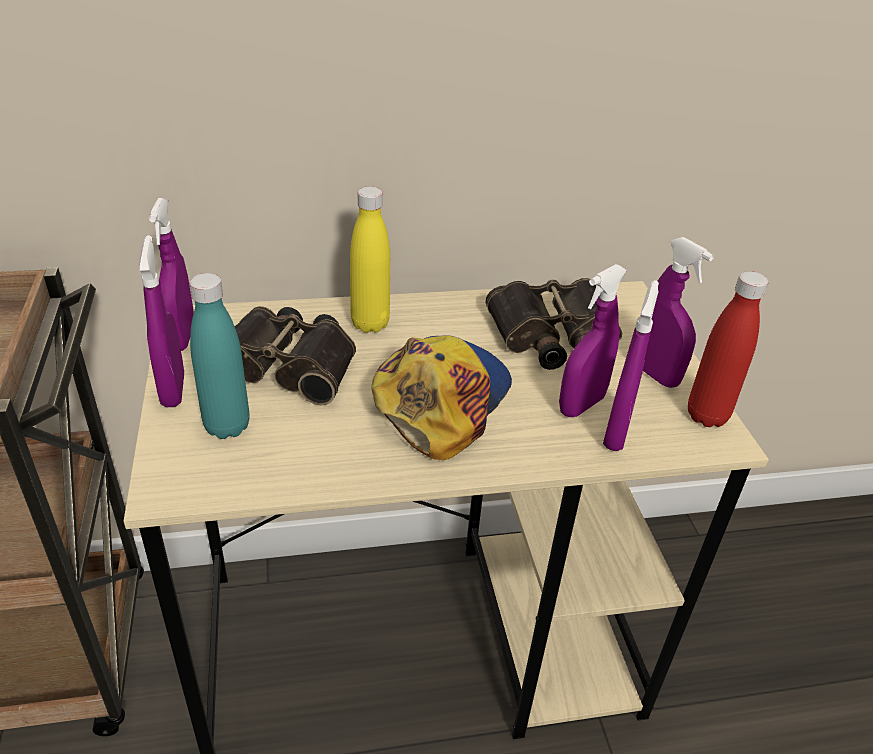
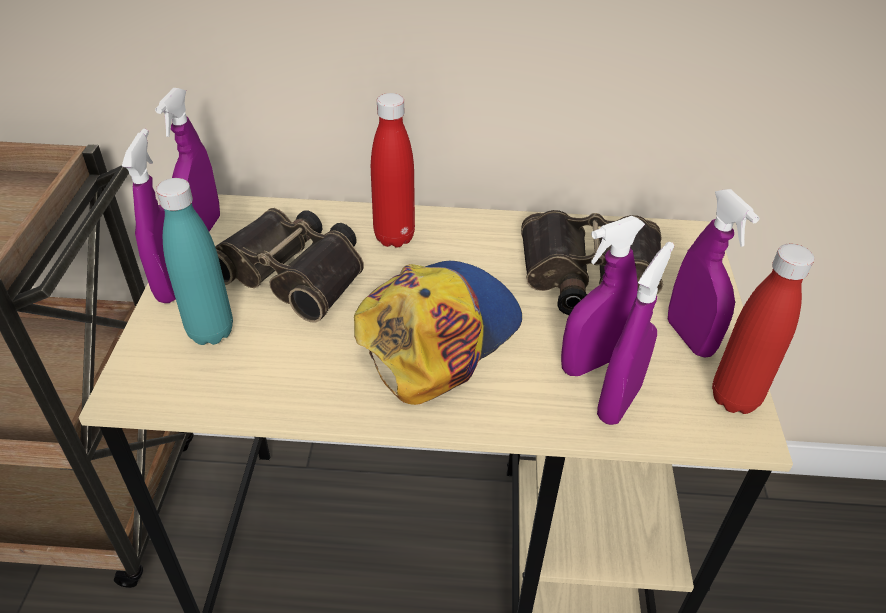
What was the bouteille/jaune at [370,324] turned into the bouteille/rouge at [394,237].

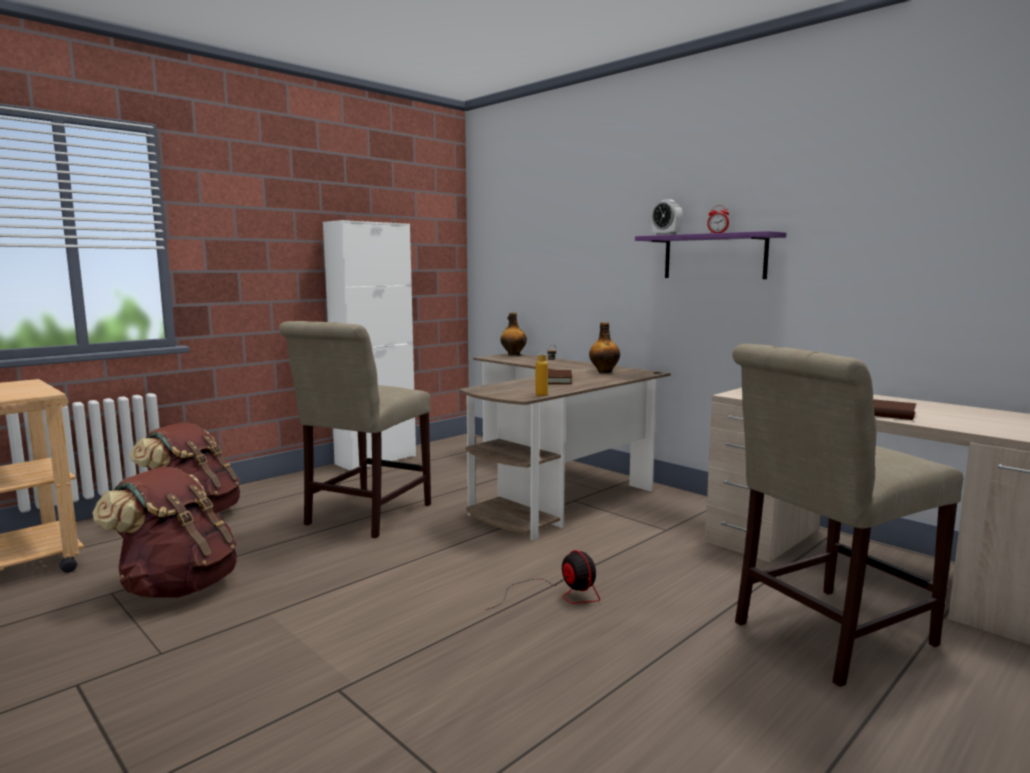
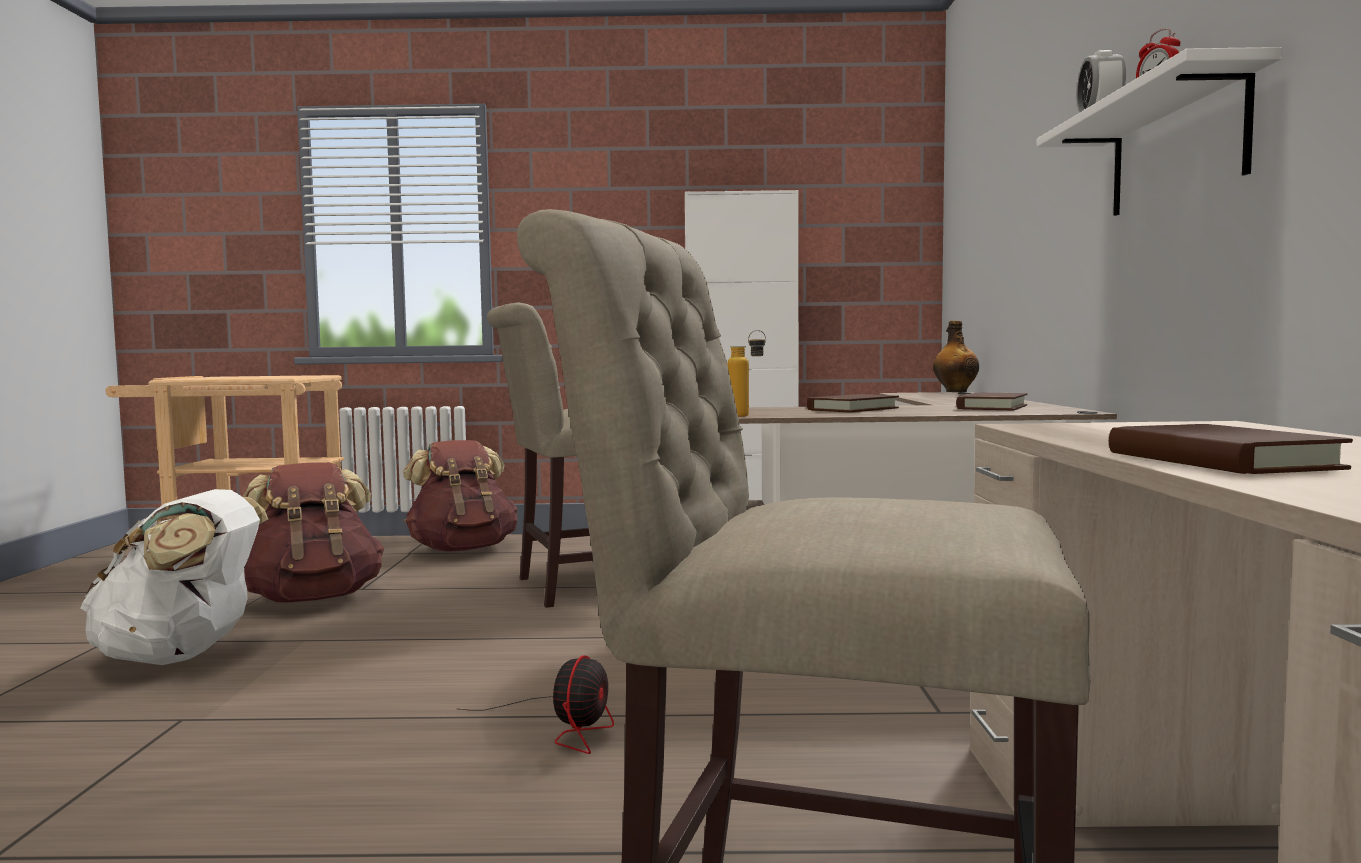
The second view gained the sac à dos/blanc at [182,656].
Where the bouteille stood at [604,371], the livre/marron came to stand at [992,407].
What was the étagère/violet at [714,256] turned into the étagère/blanc at [1176,149].

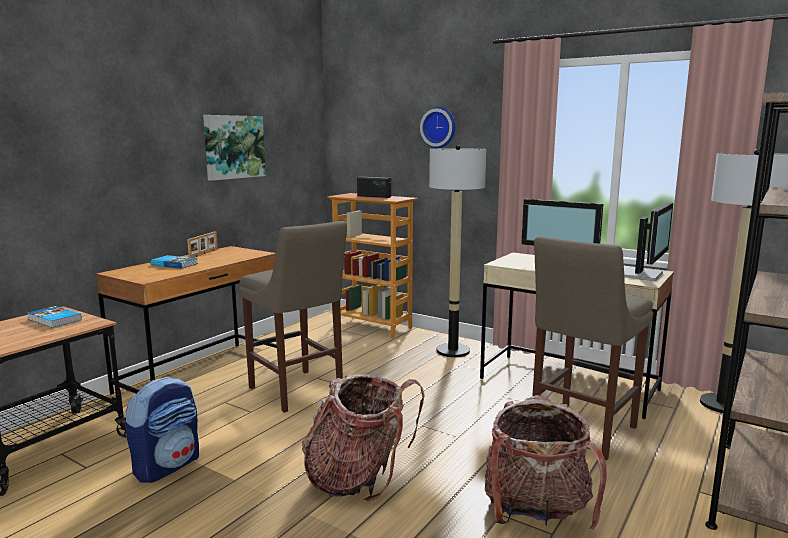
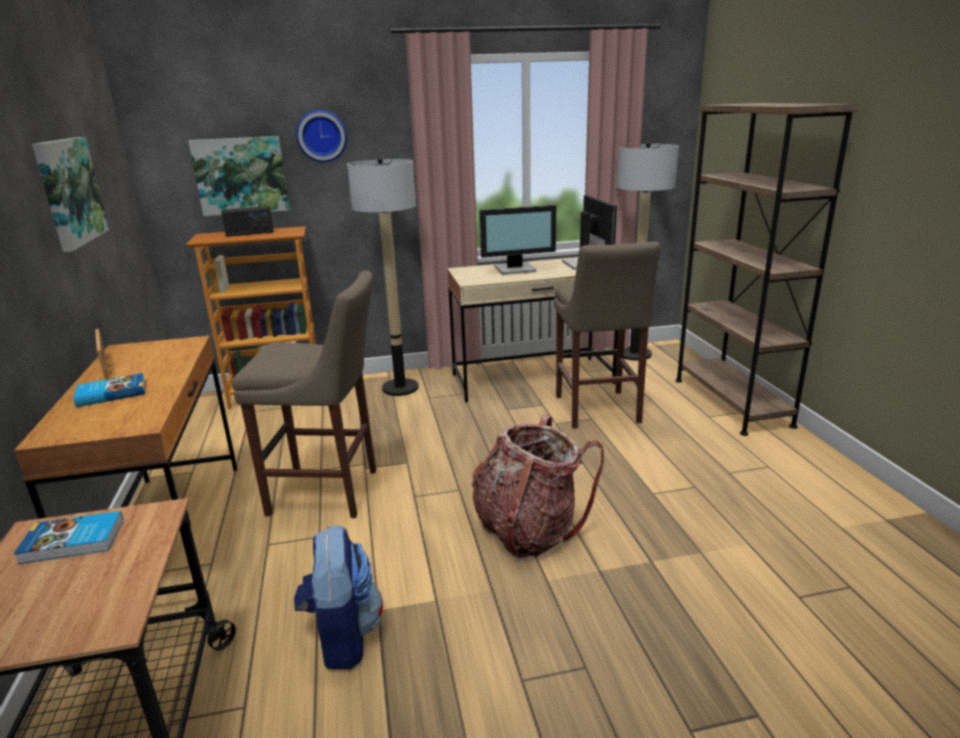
The second view lost the sac à dos at [536,512].
The second view gained the tableau at [241,175].

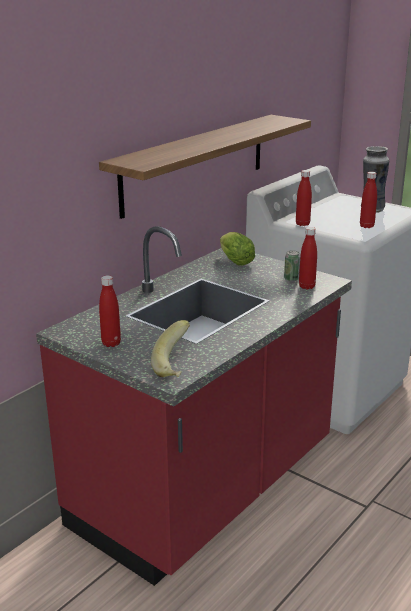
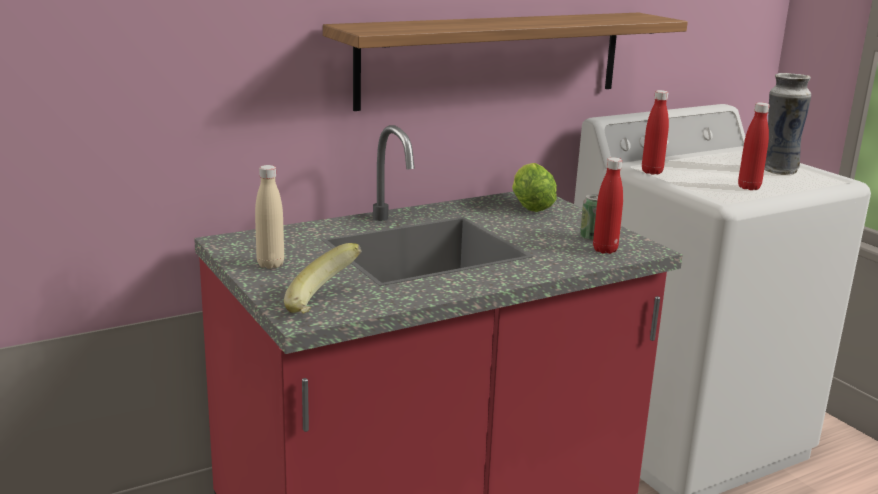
What was the bouteille/rouge at [111,343] turned into the bouteille/beige at [270,264].

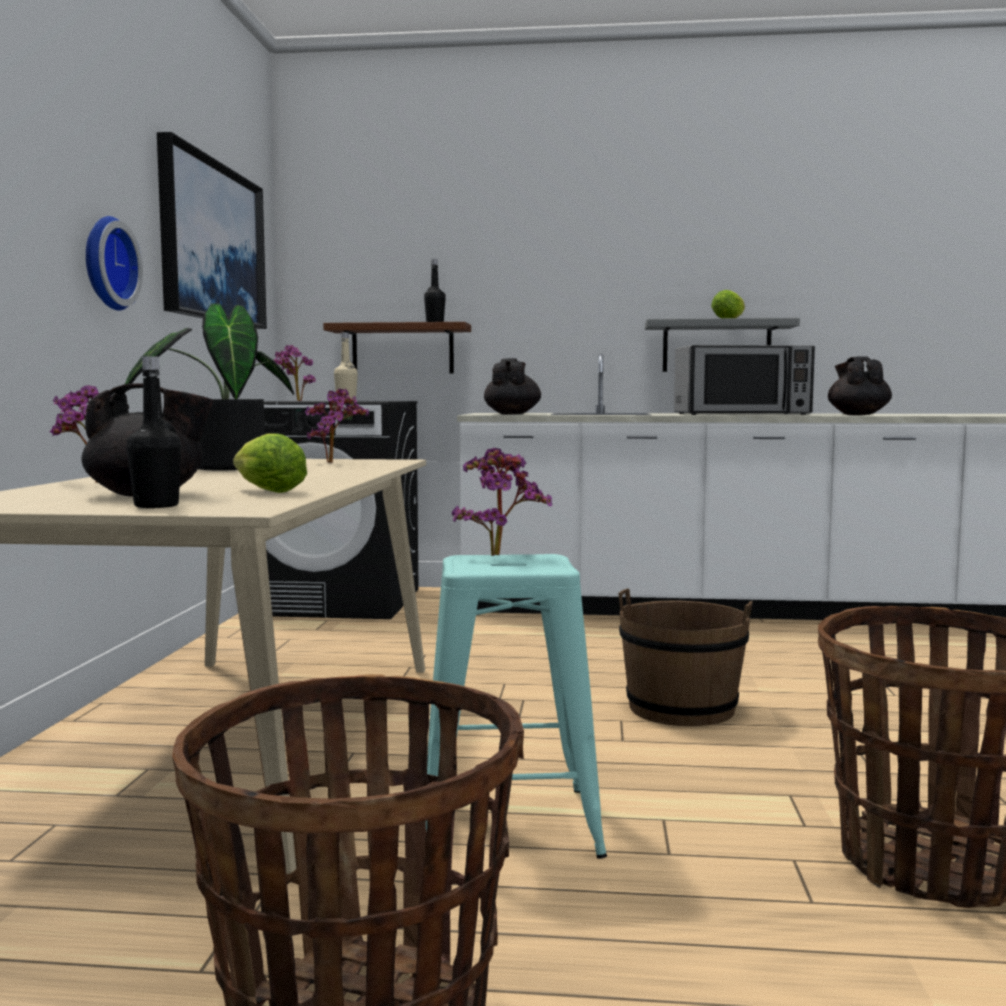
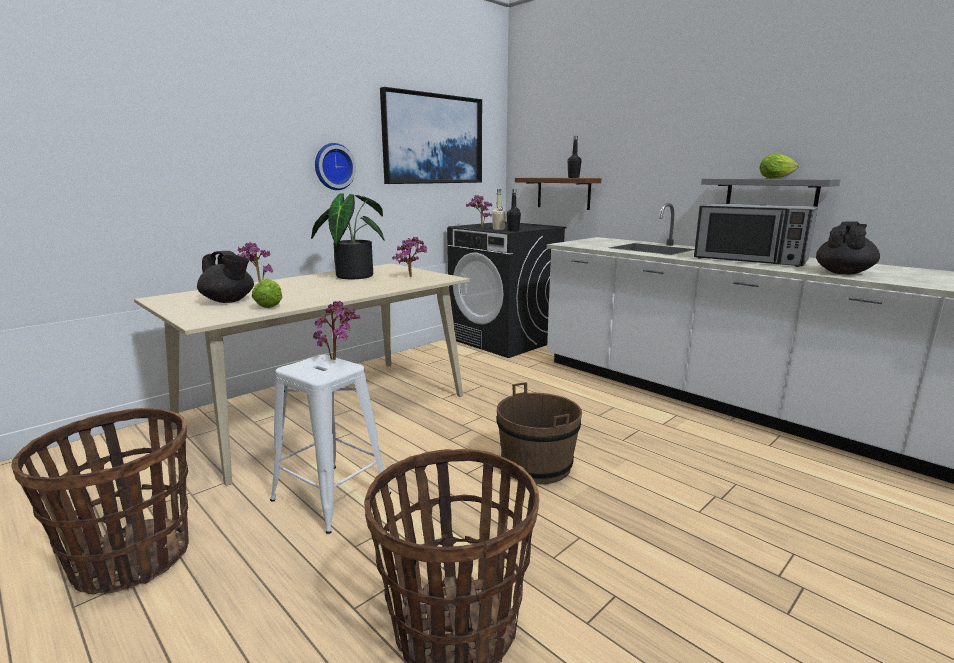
The second view lost the théière/noir at [512,414].
The bouteille/noir ended up elsewhere, having gone from [156,506] to [513,231].
What was the tabouret/turquoise at [508,824] turned into the tabouret/blanc at [331,497].

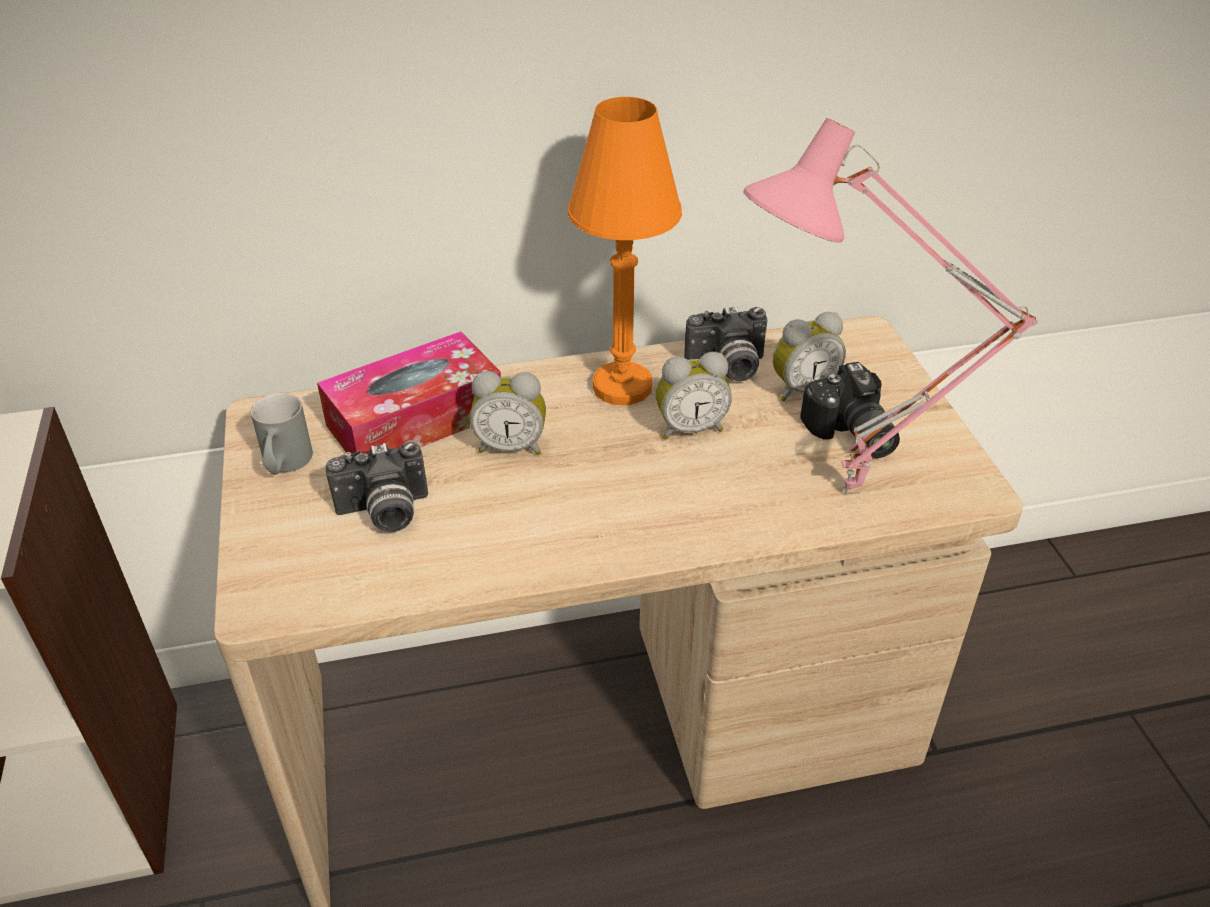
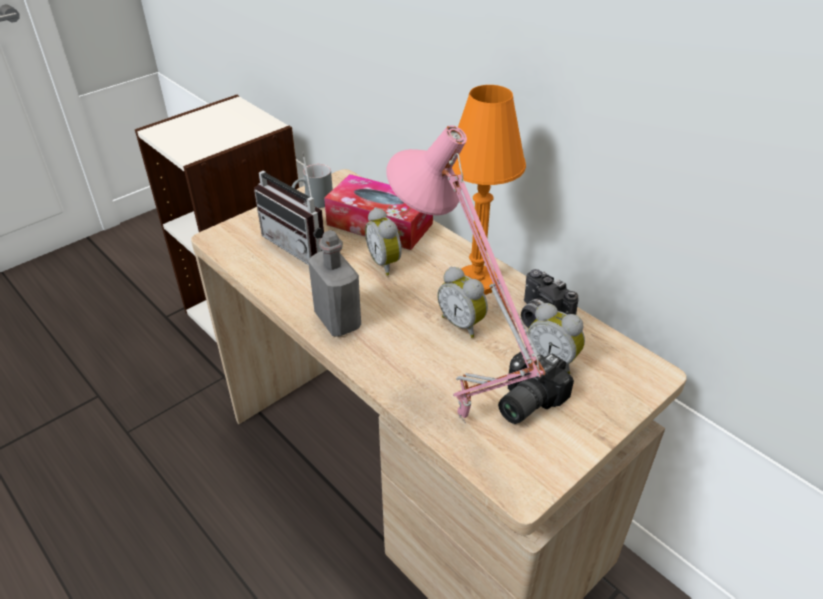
The second view gained the bouteille/gris at [337,320].
Where the appareil photo stood at [384,513], the radio came to stand at [302,245].

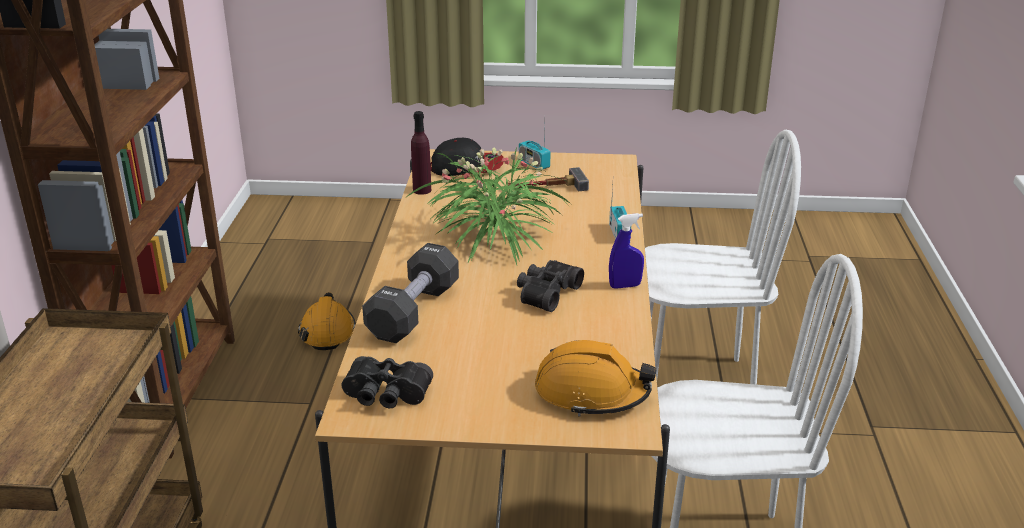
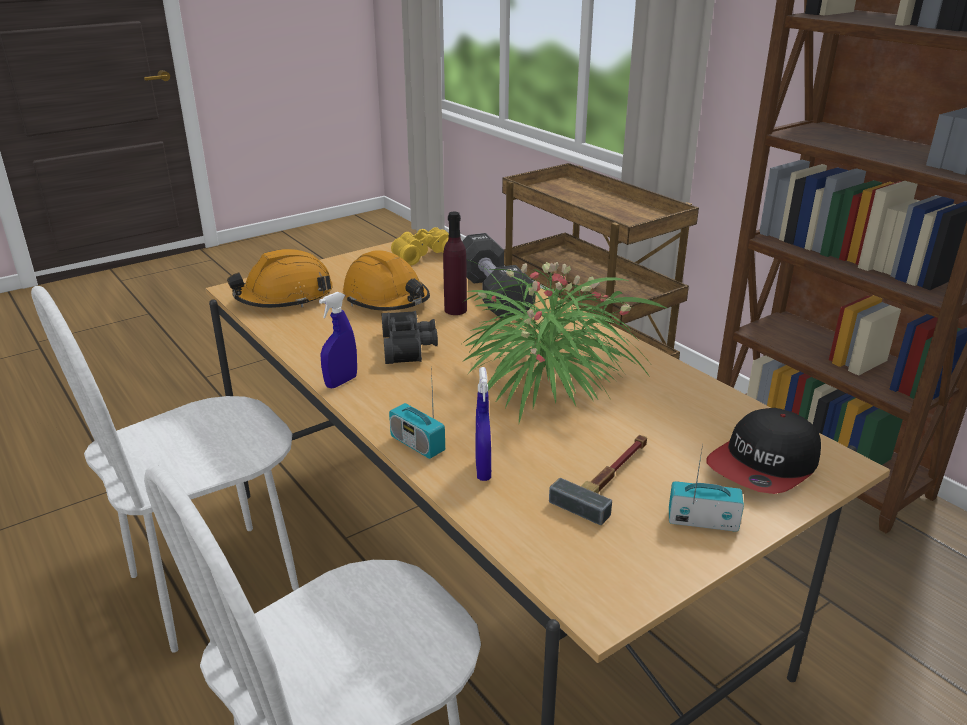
The second view gained the vaporisateur/bleu at [483,470].
The casque de chantier/orange ended up elsewhere, having gone from [327,331] to [386,299].
The bouteille/violet ended up elsewhere, having gone from [422,190] to [455,310].
What was the jumelles/noir at [385,396] turned into the jumelles/jaune at [423,254].

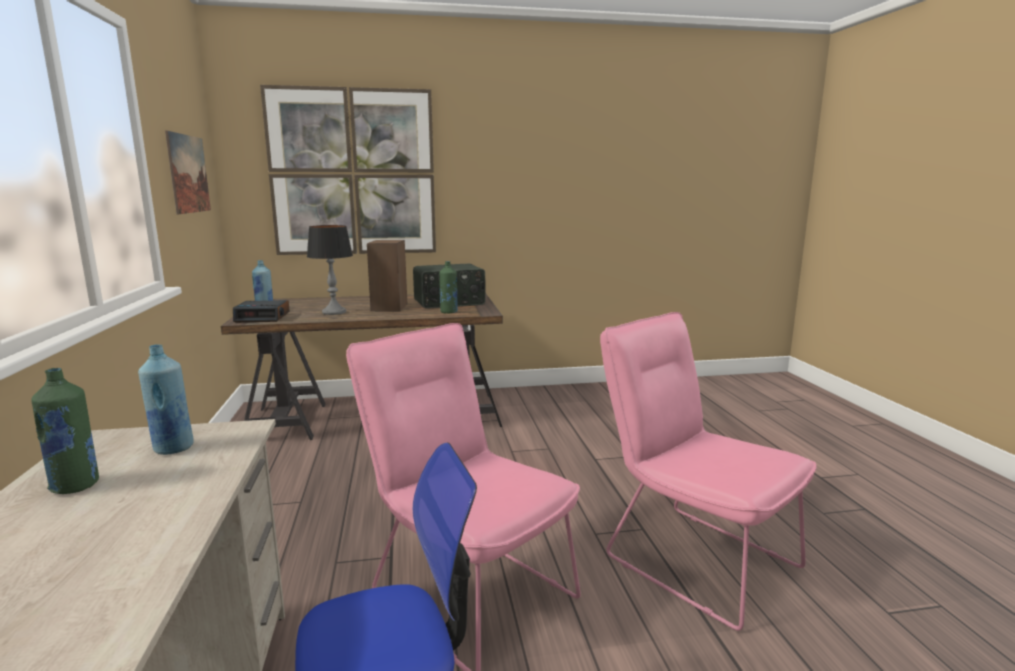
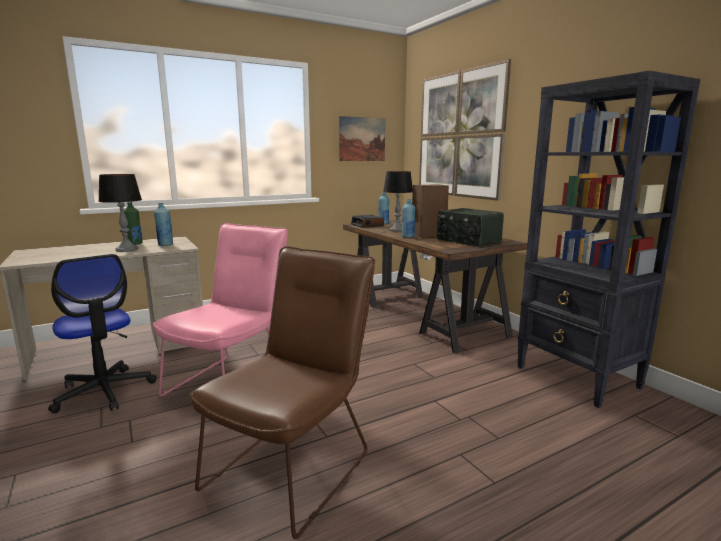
The second view lost the bouteille/vert at [449,312].
The second view gained the lampe de table at [127,249].
The second view gained the bouteille/bleu at [408,236].
The second view gained the bibliothèque/noir at [578,378].
What was the chaise/rose at [690,555] turned into the chaise/marron at [295,464].

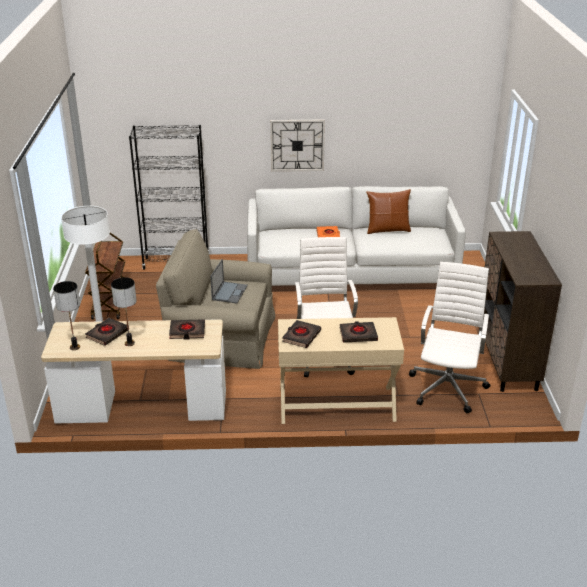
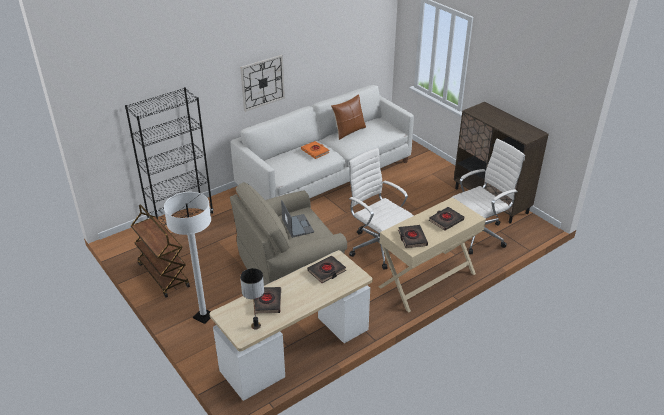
The second view lost the lampe de table at [130,343].
The chaise de bureau/blanc at [448,386] ended up facing another way, 75 degrees clockwise from before.

